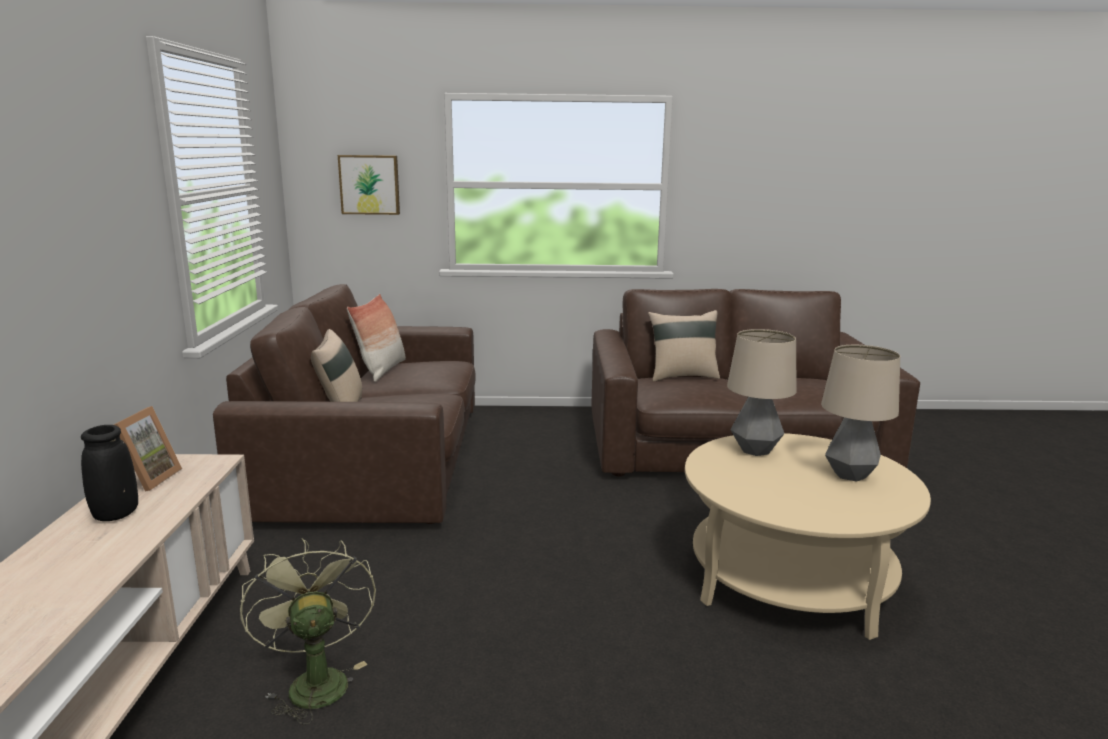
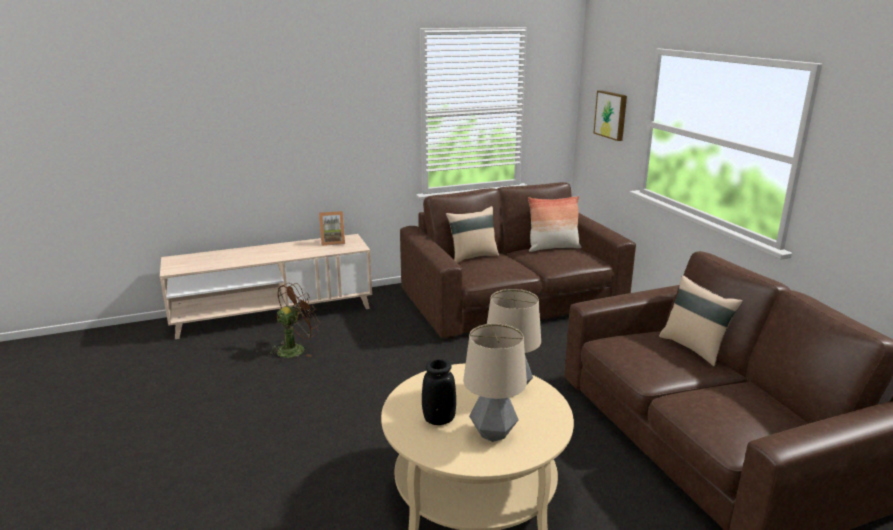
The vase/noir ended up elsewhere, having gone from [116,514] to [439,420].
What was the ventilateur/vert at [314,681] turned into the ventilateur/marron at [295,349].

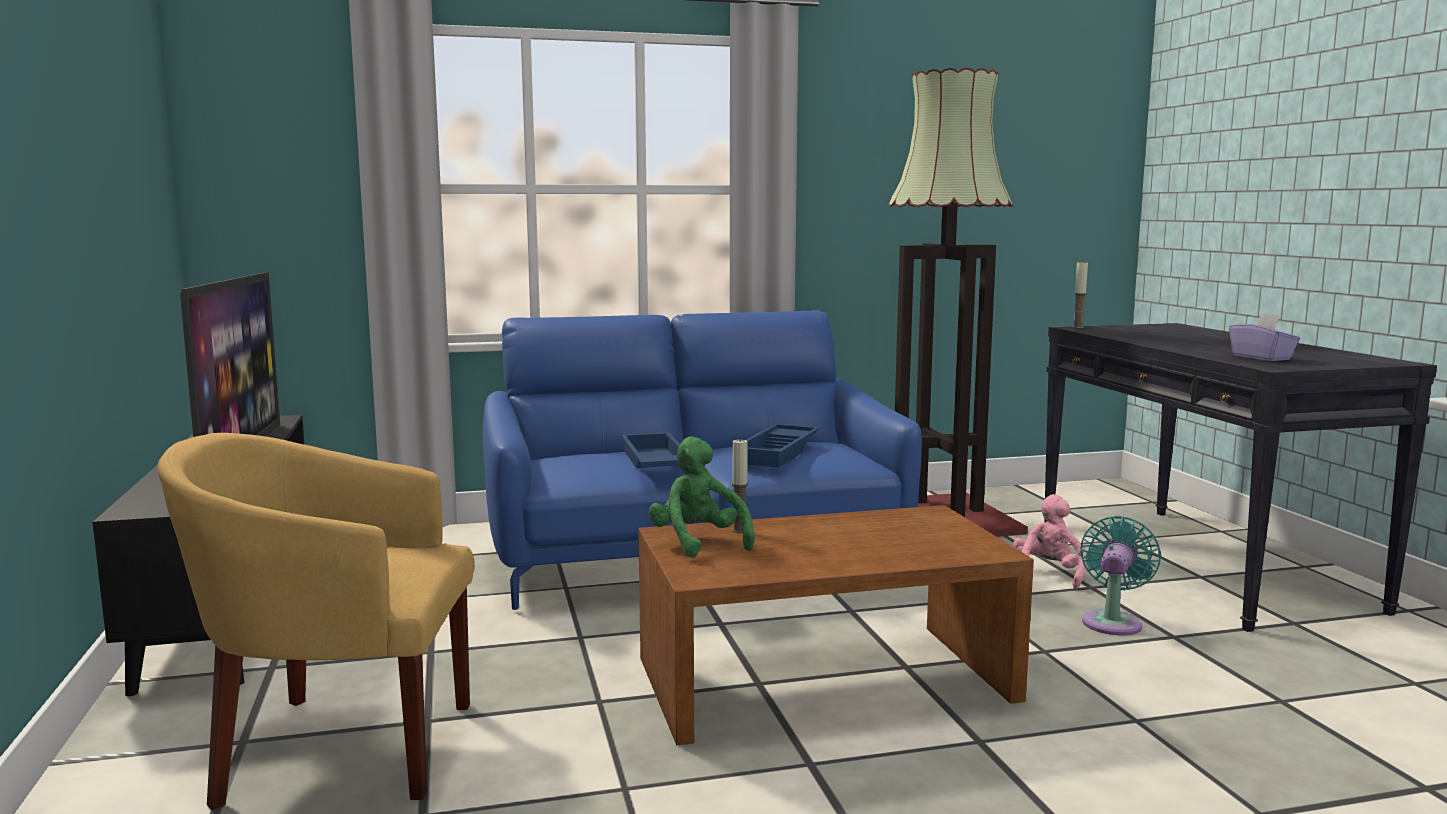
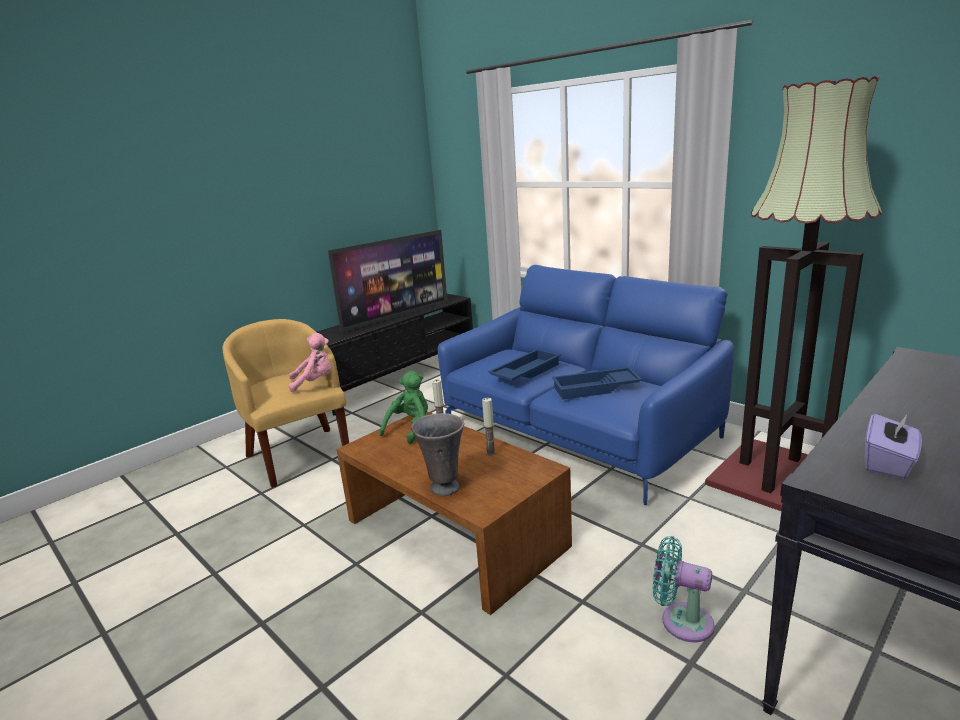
The second view gained the vase/gris at [444,487].
The peluche/rose ended up elsewhere, having gone from [1048,575] to [315,382].
The bougie ended up elsewhere, having gone from [1078,327] to [490,452].
The ventilateur/turquoise at [1113,621] ended up facing another way, 150 degrees counterclockwise from before.

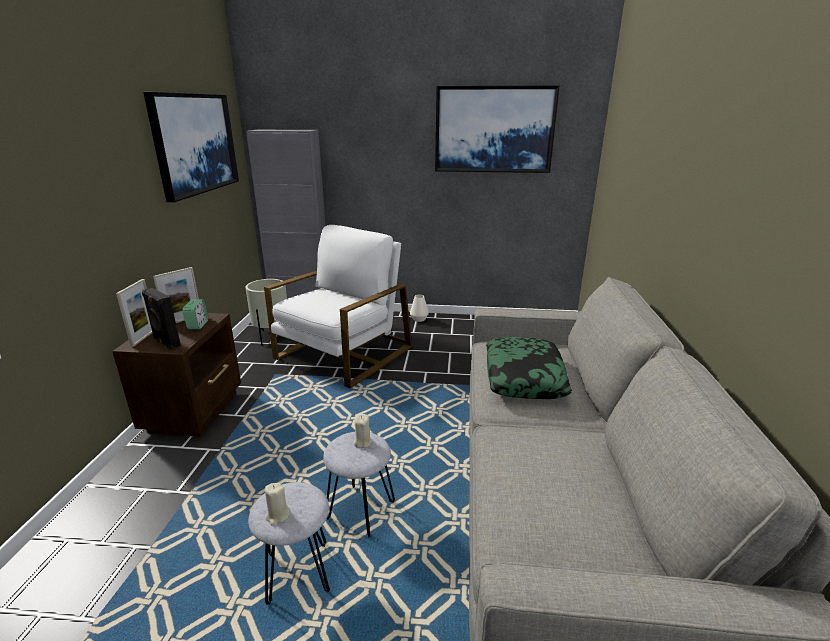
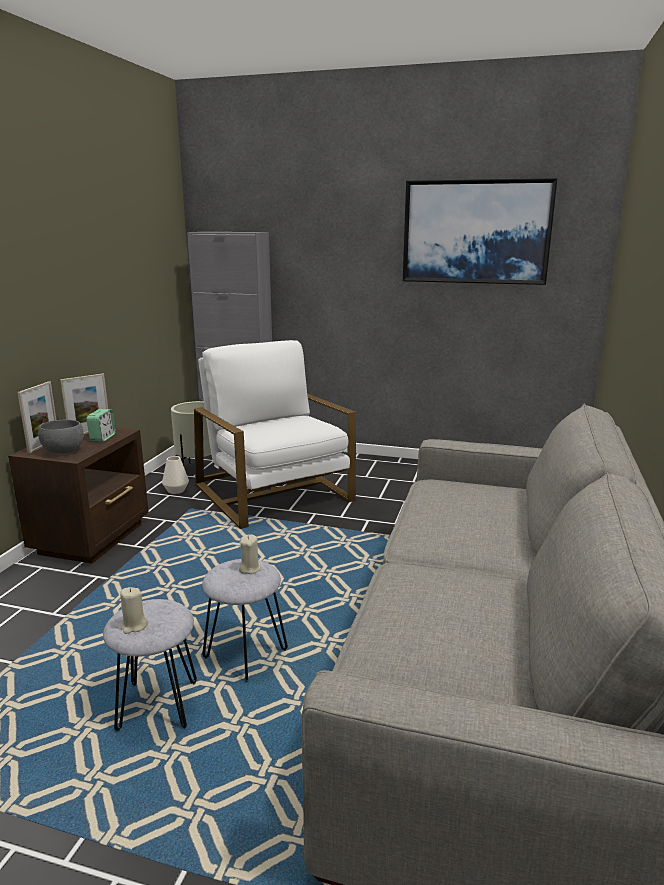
The second view lost the tableau at [195,143].
The second view lost the coussin at [524,377].
The vase/blanc ended up elsewhere, having gone from [419,319] to [176,490].
Where the enceinte/noir stood at [166,343], the bol/gris came to stand at [64,451].
The fauteuil/blanc at [343,353] ended up facing another way, 75 degrees counterclockwise from before.

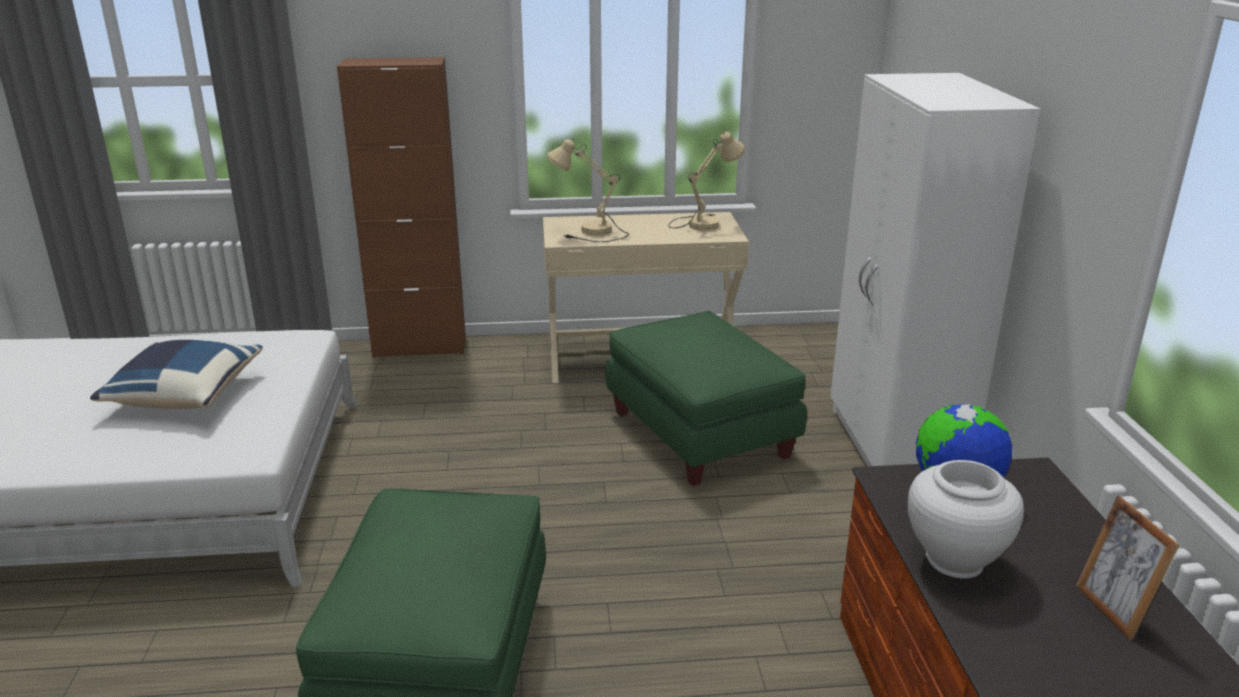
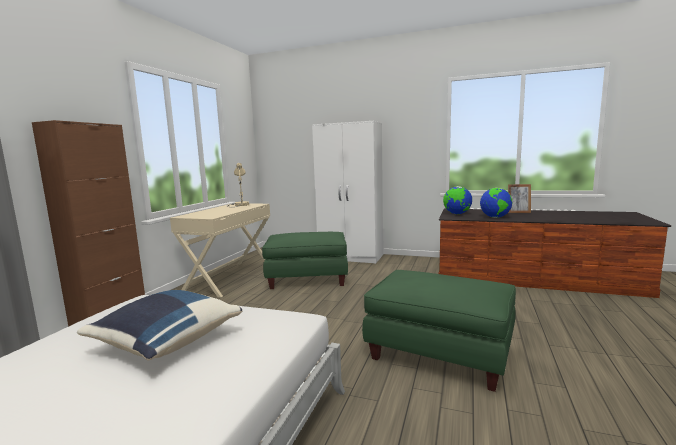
The second view lost the lampe de table/beige at [590,234].
Where the vase/blanc stood at [954,561], the globe came to stand at [495,217].

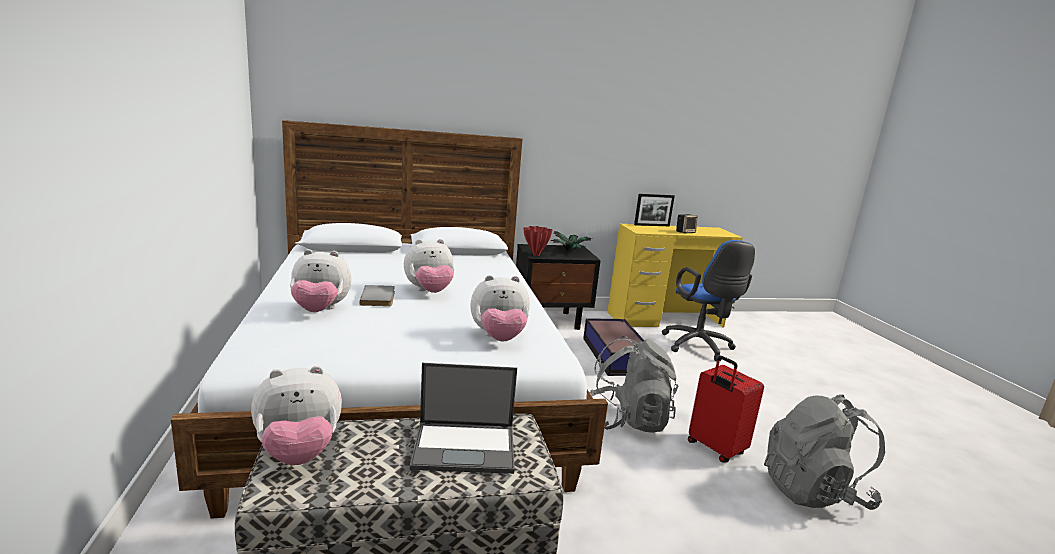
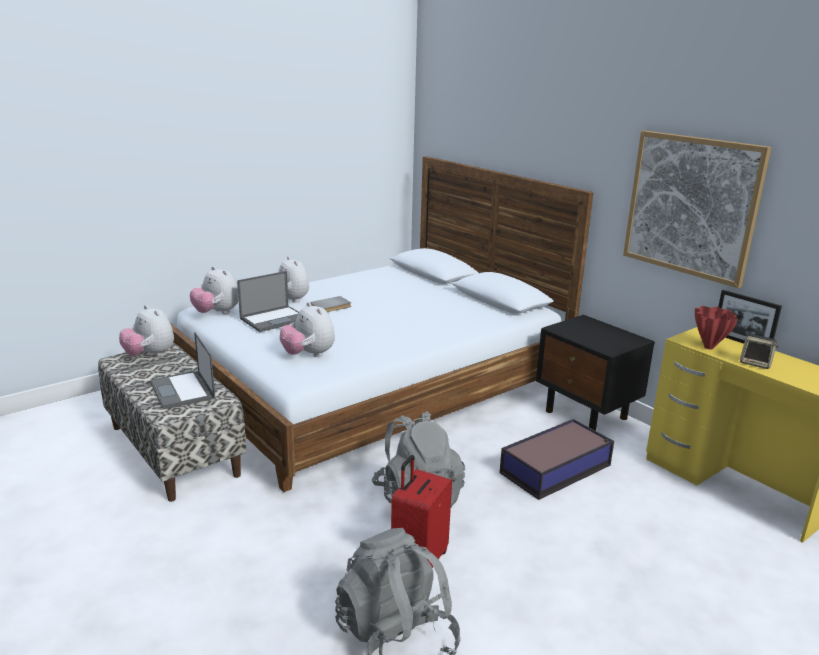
The second view lost the plante en pot at [570,251].
The second view lost the chaise de bureau/bleu at [699,347].
The second view gained the ordinateur portable at [274,319].
The second view gained the tableau at [691,206].
The peluche ended up elsewhere, having gone from [429,292] to [217,313].
The vase/rouge ended up elsewhere, having gone from [536,254] to [709,347].

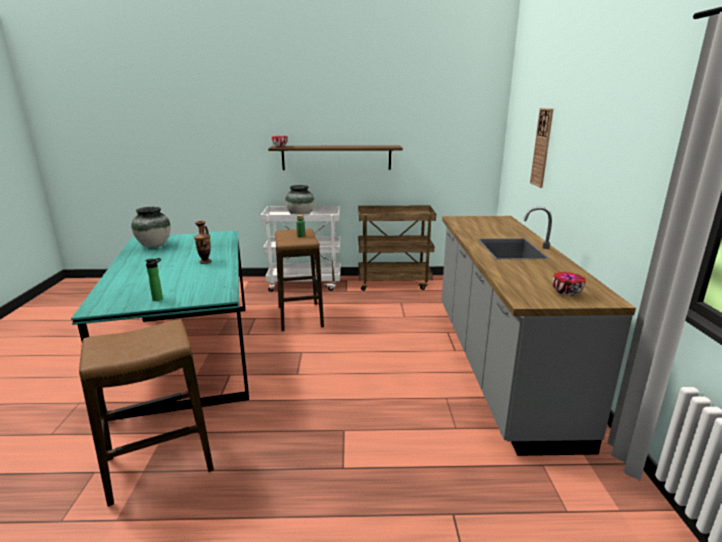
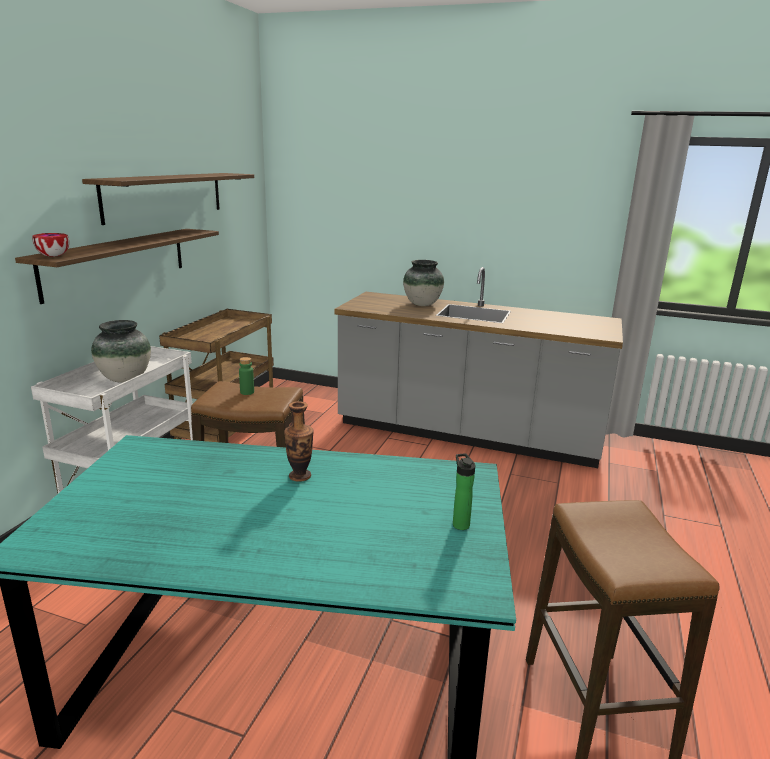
The second view lost the horloge murale at [542,148].
The second view lost the bol at [566,294].
The second view gained the étagère at [165,196].
The vase ended up elsewhere, having gone from [154,245] to [422,304].

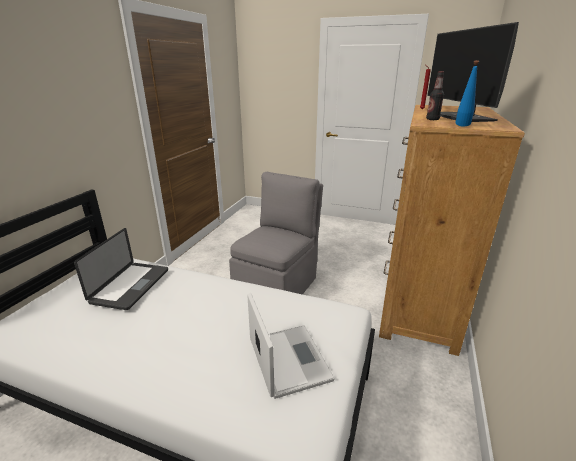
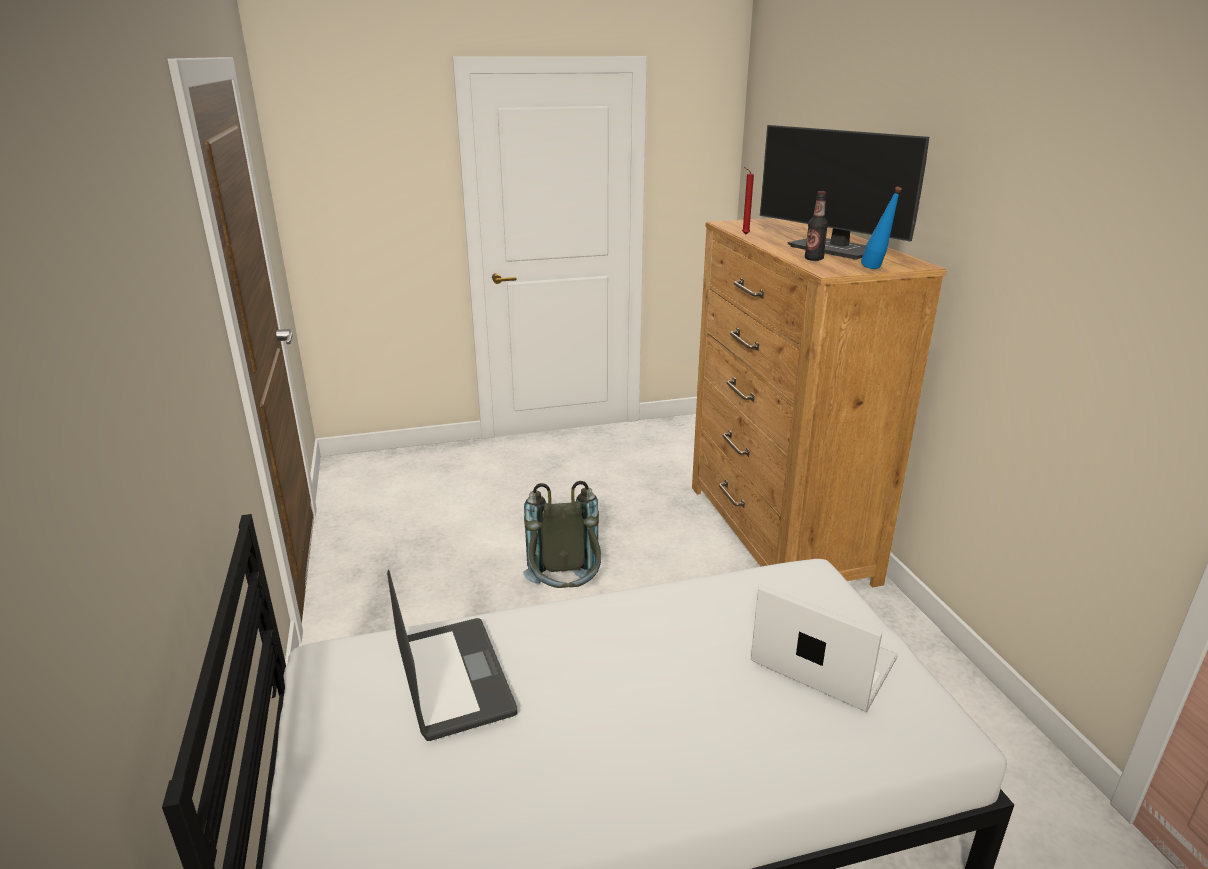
Where the chaise/gris stood at [278,287], the sac à dos/gris came to stand at [565,593].

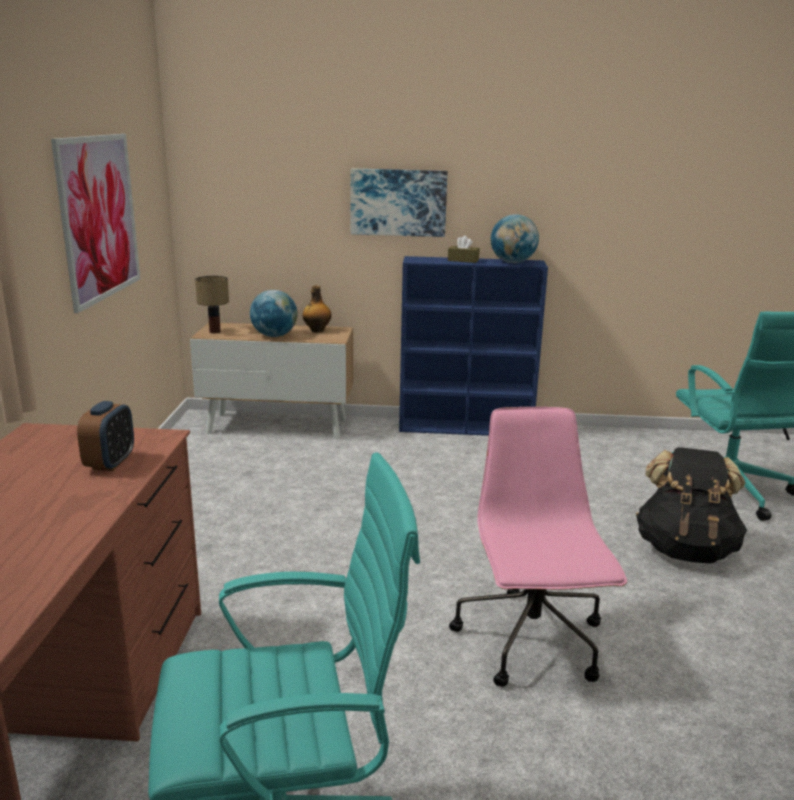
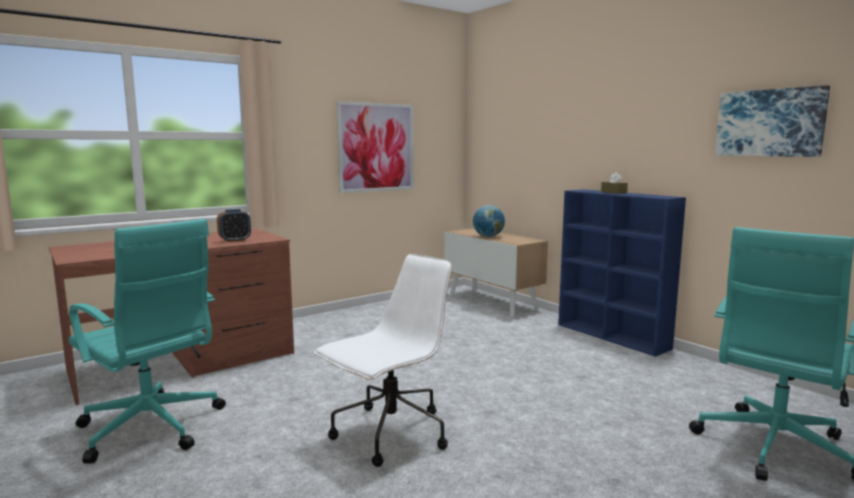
The second view lost the lampe de table at [215,332].
The second view lost the bouteille at [317,330].
The second view lost the globe at [512,262].
The second view lost the sac à dos/noir at [685,549].
The tableau ended up elsewhere, having gone from [398,202] to [769,123].
What was the chaise de bureau/rose at [531,642] turned into the chaise de bureau/blanc at [390,434].

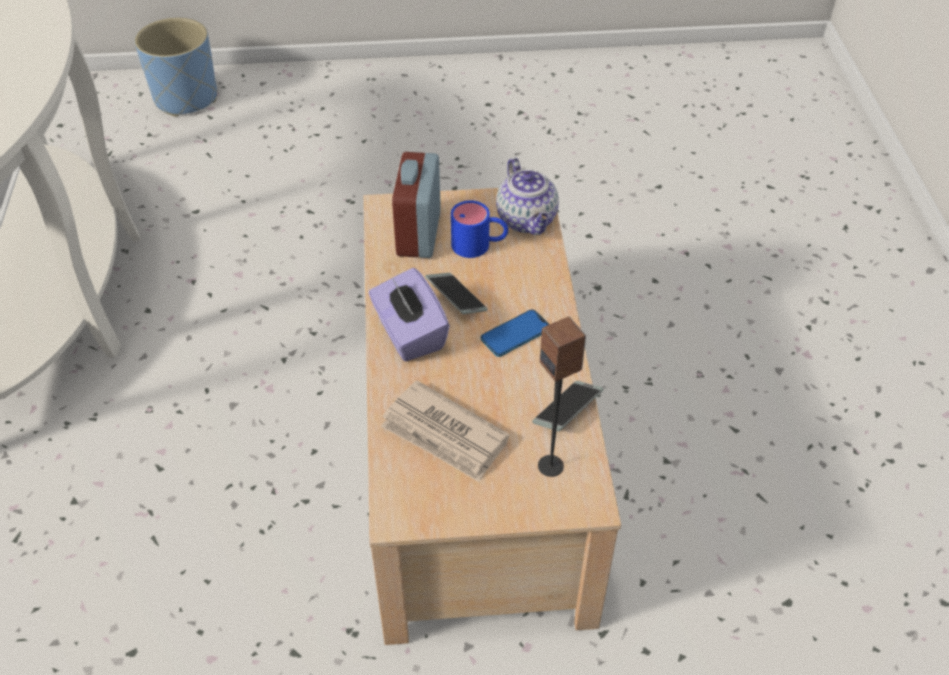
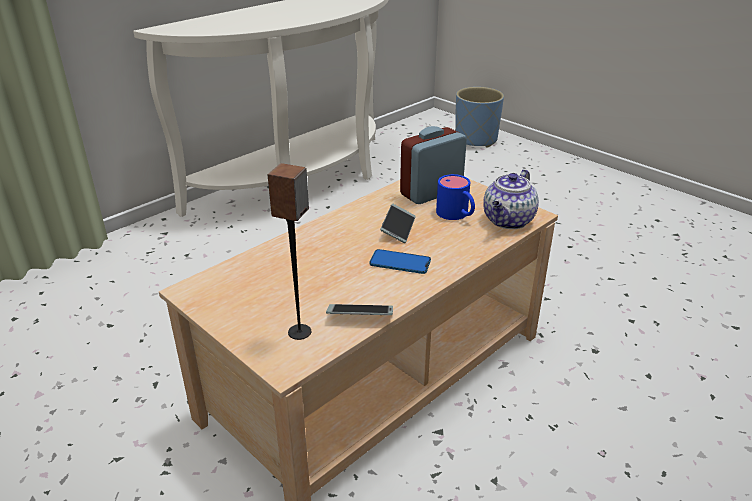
The second view lost the boîte à mouchoirs/violet at [409,334].
The second view lost the journal at [444,435].

